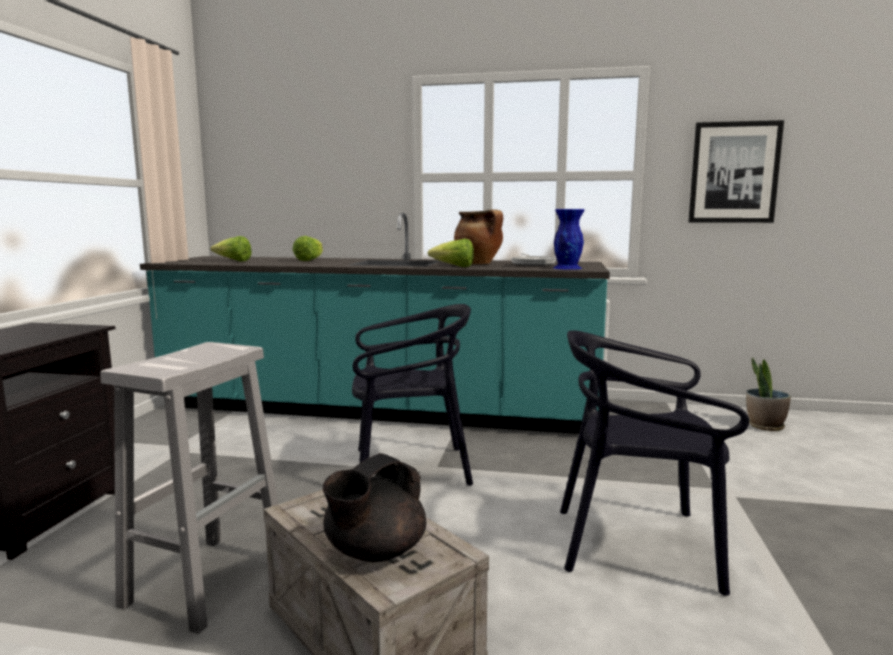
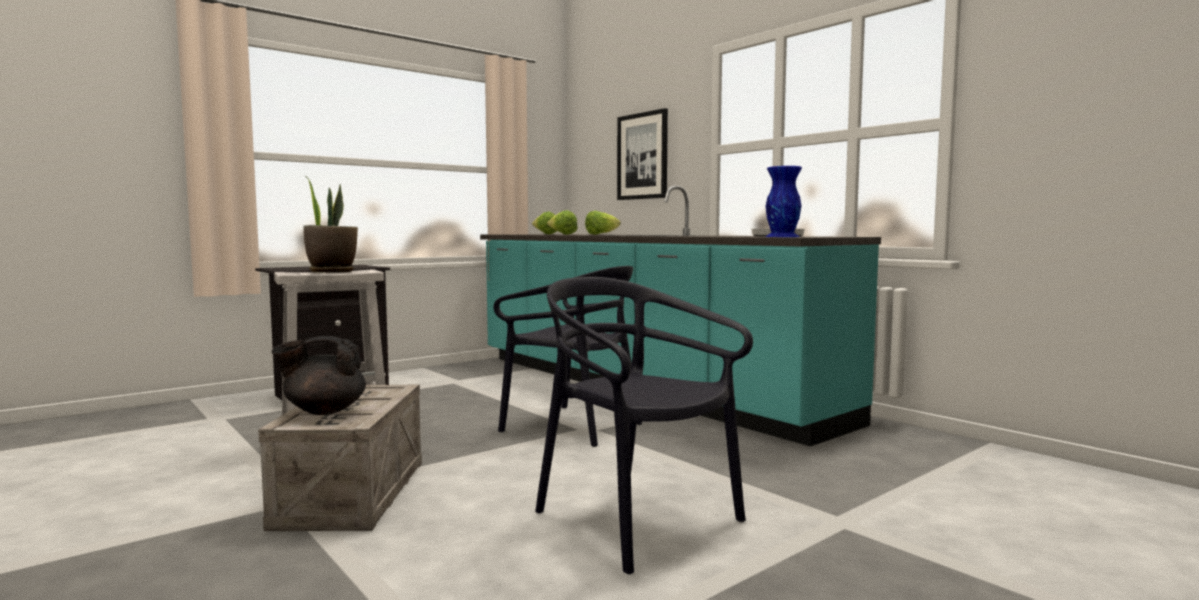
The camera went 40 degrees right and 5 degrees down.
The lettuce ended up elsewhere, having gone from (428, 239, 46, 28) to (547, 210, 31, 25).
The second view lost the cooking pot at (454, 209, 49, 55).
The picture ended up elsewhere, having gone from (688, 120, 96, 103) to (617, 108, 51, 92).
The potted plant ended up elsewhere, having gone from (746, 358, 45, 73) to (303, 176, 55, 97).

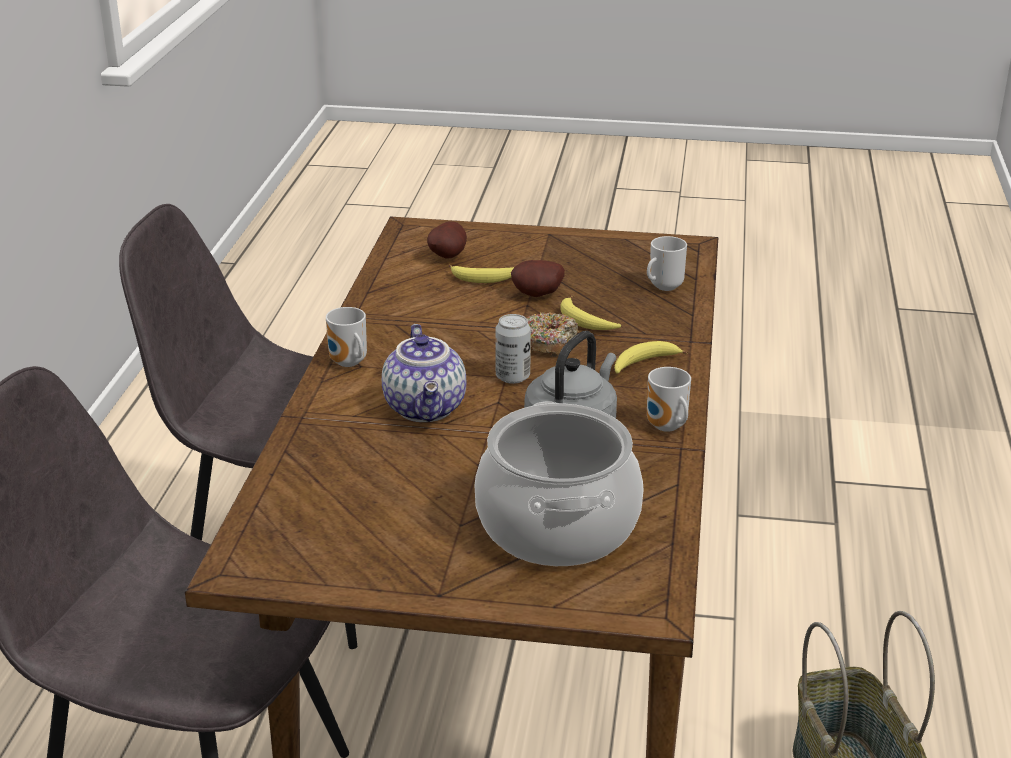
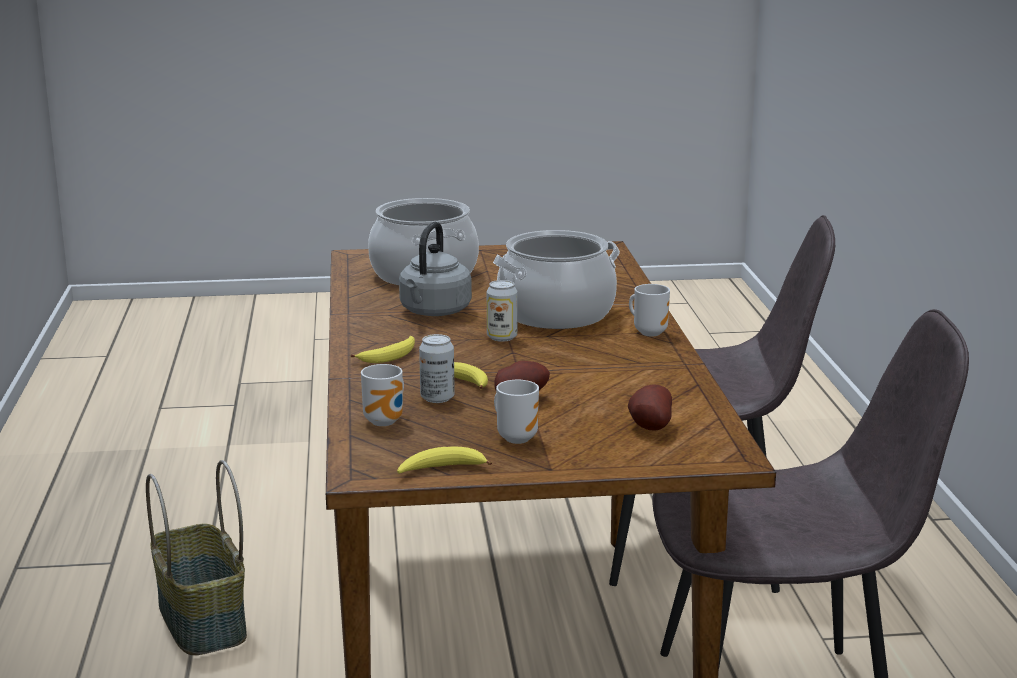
The camera went 165 degrees right and 10 degrees down.
Where the teapot stood at (382, 324, 84, 98), the cooking pot came to stand at (493, 230, 127, 99).
The banana ended up elsewhere, having gone from (449, 265, 65, 18) to (397, 446, 95, 28).
The second view lost the donut at (527, 312, 51, 45).
The mug ended up elsewhere, having gone from (647, 367, 44, 65) to (494, 380, 45, 64).
The second view gained the can at (419, 334, 35, 69).

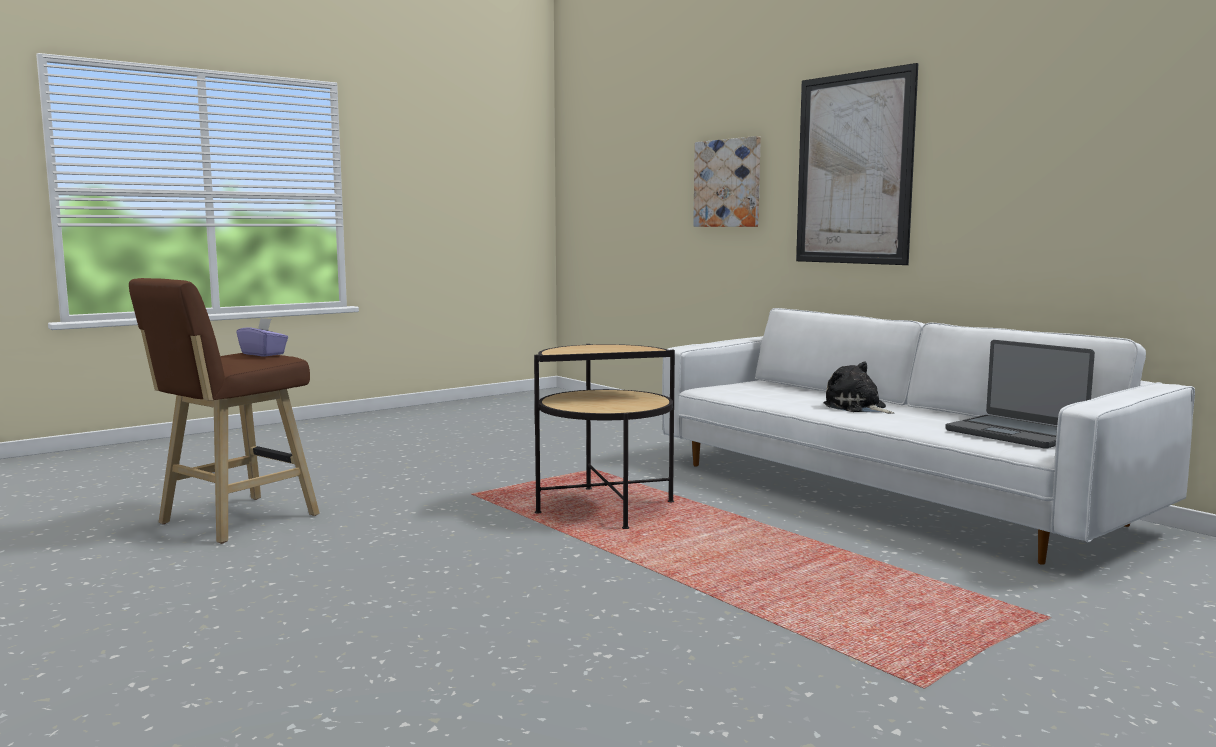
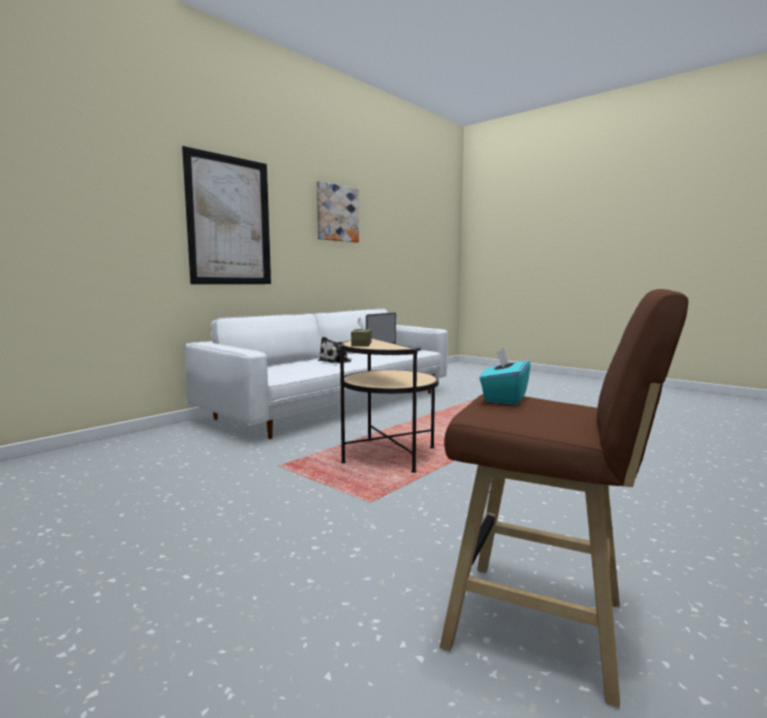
The camera went 100 degrees left and 0 degrees up.
What was the purple tissue box at (236, 318, 52, 38) turned into the turquoise tissue box at (480, 347, 51, 58).
The picture ended up elsewhere, having gone from (693, 136, 68, 91) to (317, 181, 42, 62).
The second view gained the brown tissue box at (351, 317, 21, 30).

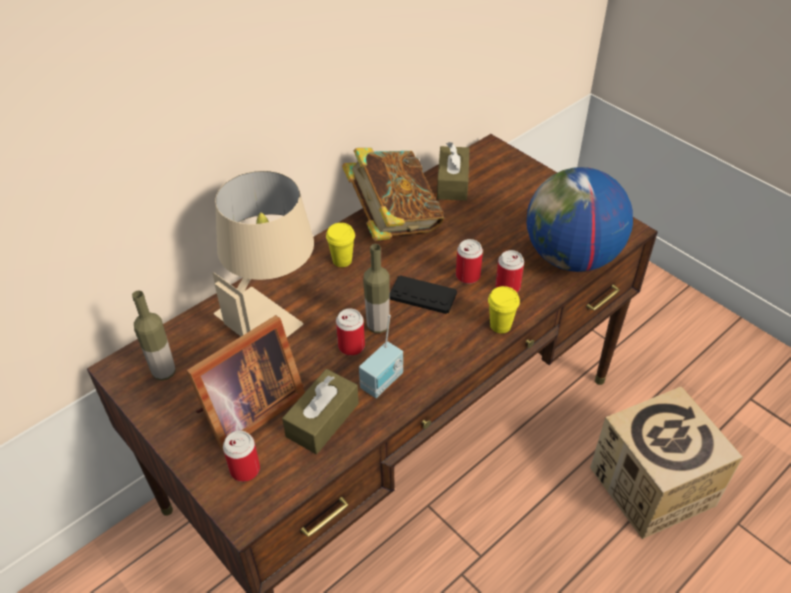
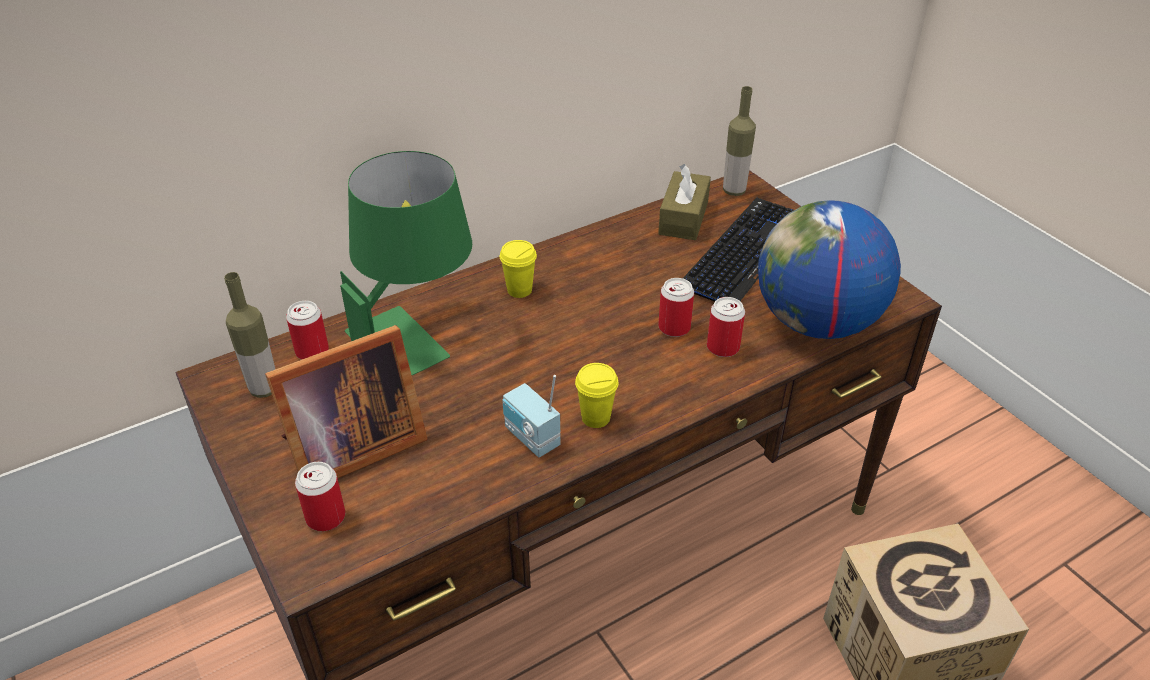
The camera went 10 degrees right and 5 degrees down.
What was the beige table lamp at (213, 171, 101, 166) turned into the green table lamp at (340, 151, 132, 224).
The second view lost the brown tissue box at (282, 369, 77, 85).
The can ended up elsewhere, having gone from (336, 308, 29, 48) to (286, 301, 43, 59).
The second view lost the book at (342, 148, 102, 93).
The radio at (359, 315, 44, 83) ended up facing another way, 90 degrees clockwise from before.
The bottle ended up elsewhere, having gone from (363, 244, 27, 89) to (723, 86, 33, 110).
The second view lost the black game controller at (390, 275, 67, 39).
The yellow cup ended up elsewhere, having gone from (488, 286, 32, 47) to (575, 363, 43, 65).
The second view gained the keyboard at (683, 198, 111, 104).

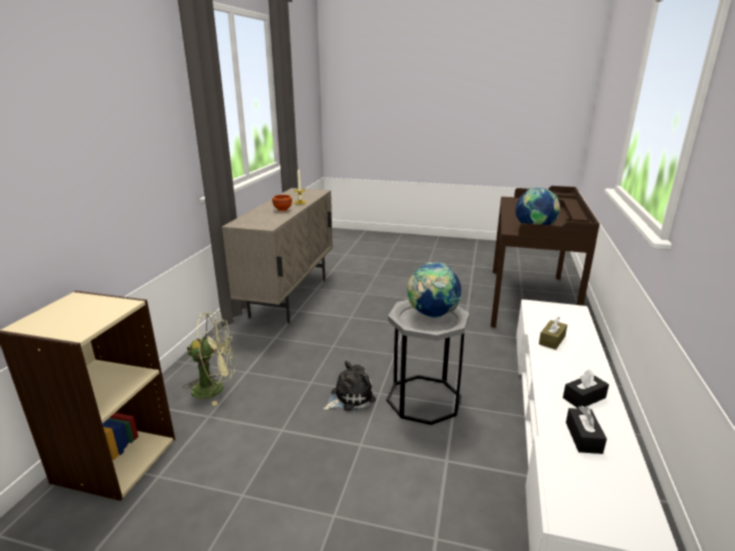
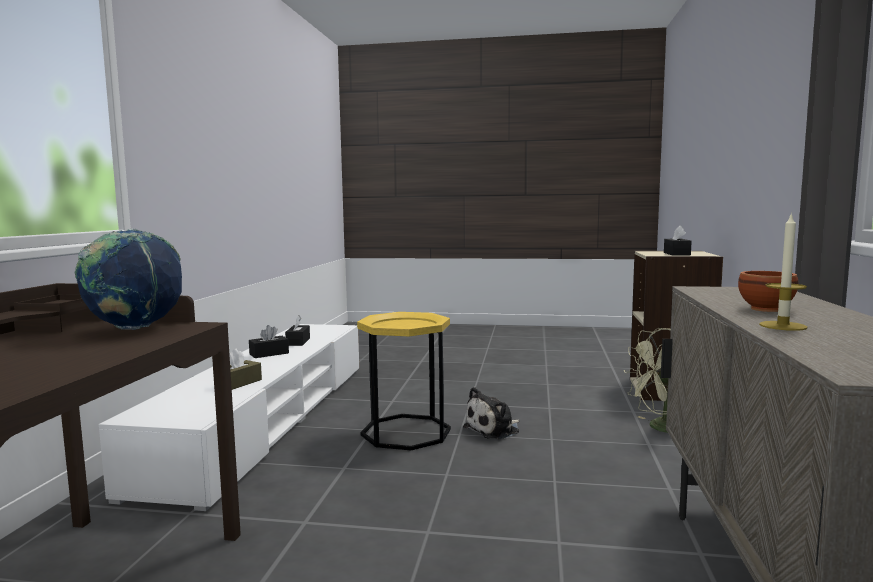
The camera went 175 degrees right and 15 degrees down.
What was the grey side table at (386, 300, 83, 125) turned into the yellow side table at (357, 312, 94, 138).
The second view lost the globe at (407, 262, 54, 56).
The second view gained the black tissue box at (664, 225, 28, 30).

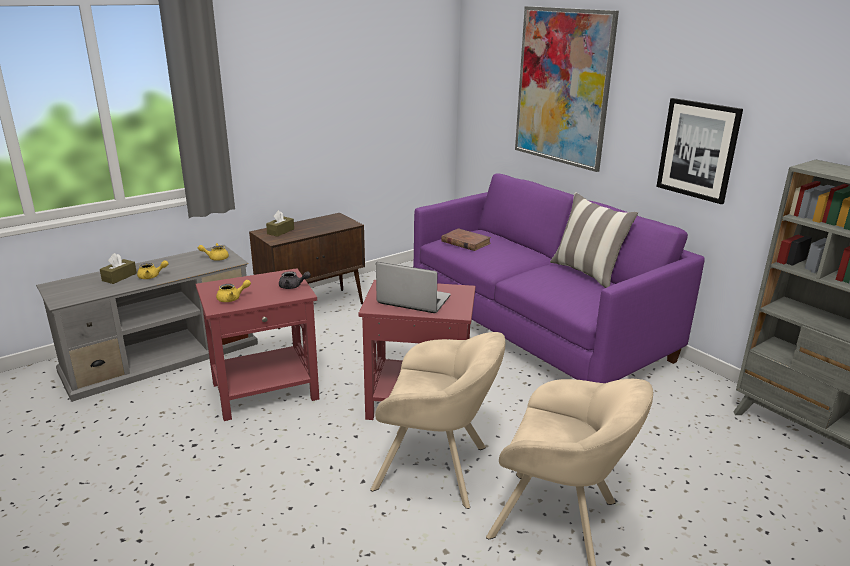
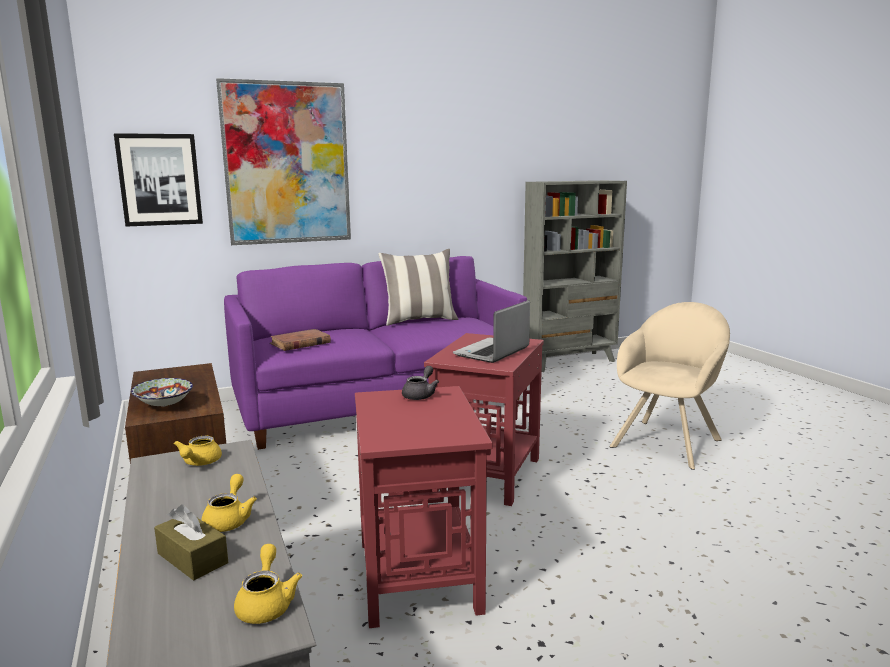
The camera went 75 degrees left and 10 degrees down.
The yellow teapot ended up elsewhere, having gone from (216, 280, 35, 22) to (234, 544, 68, 80).
Where the brown tissue box stood at (266, 210, 28, 27), the bowl came to stand at (131, 378, 62, 29).
The second view lost the beige armchair at (370, 332, 135, 177).
The picture ended up elsewhere, having gone from (656, 98, 87, 106) to (114, 133, 89, 94).

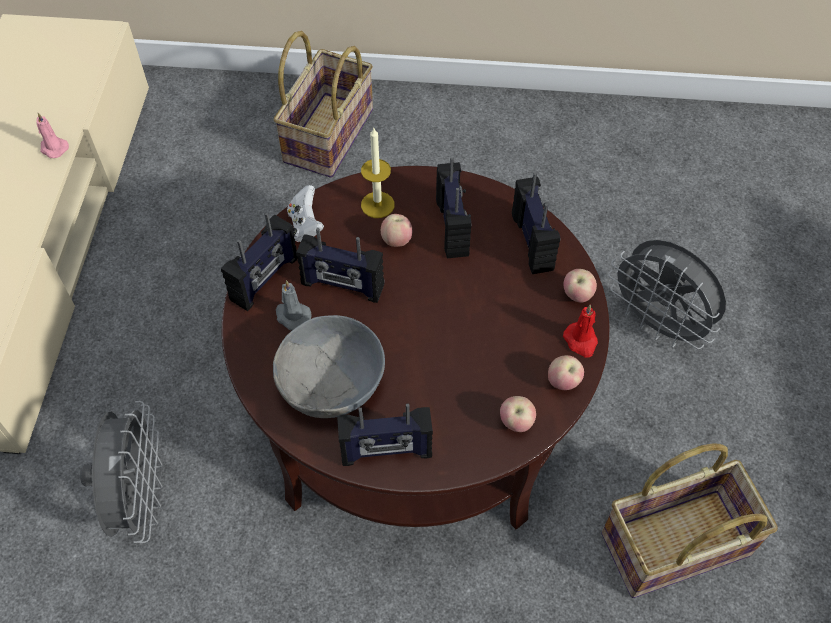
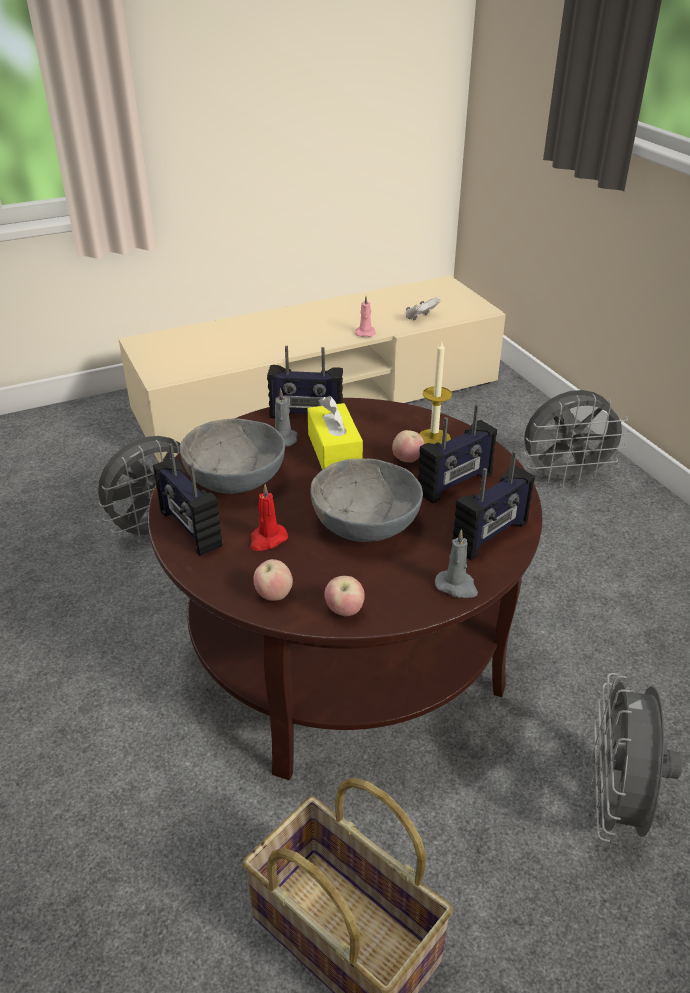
The camera went 60 degrees right and 20 degrees down.
Where the basket stood at (273, 31, 100, 147), the grey fan came to stand at (524, 390, 106, 97).
The white game controller ended up elsewhere, having gone from (287, 185, 37, 57) to (406, 296, 35, 24).
Where the radio stood at (296, 228, 89, 75), the yellow tissue box came to stand at (307, 396, 56, 74).
The red candle ended up elsewhere, having gone from (563, 304, 35, 54) to (250, 484, 38, 67).
Where the apple stood at (564, 269, 33, 34), the grey candle came to stand at (435, 529, 43, 69).
The second view gained the grey bowl at (310, 458, 113, 84).

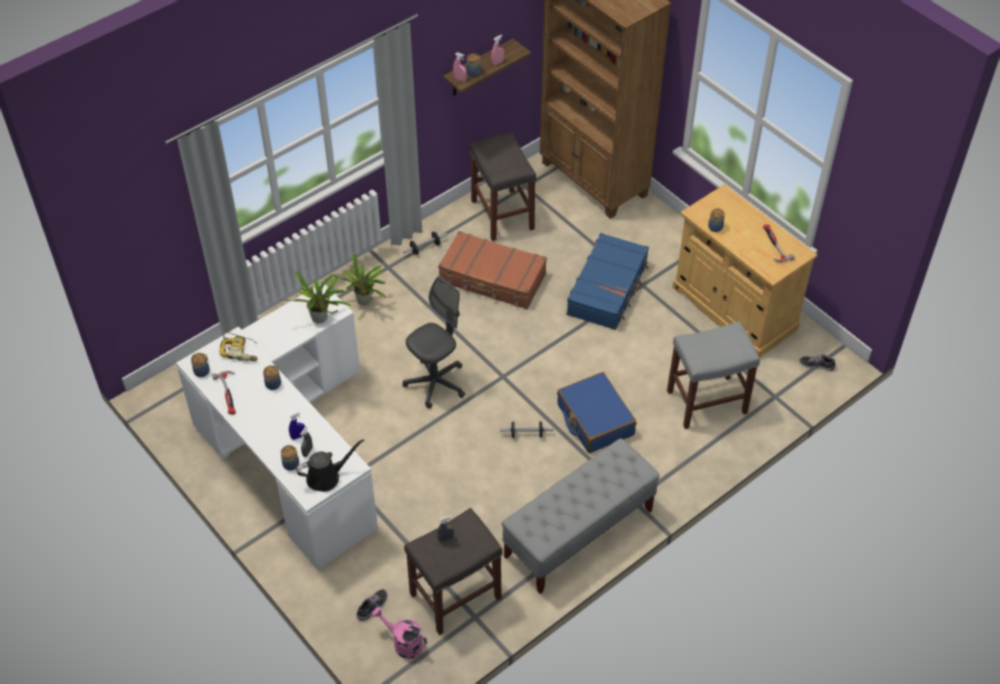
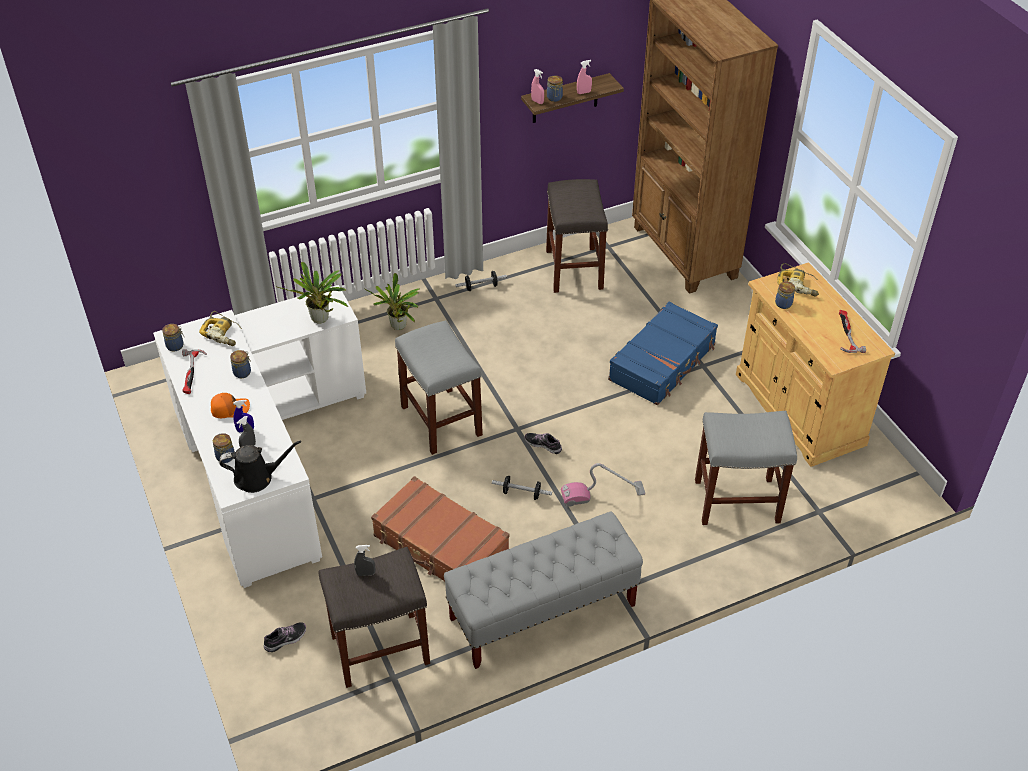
The camera went 15 degrees right and 5 degrees down.
The second view lost the pink watering can at (372, 607, 55, 52).
Where the grey office chair stood at (403, 276, 62, 133), the grey stool came to stand at (395, 320, 88, 135).
The brown suitcase ended up elsewhere, having gone from (438, 231, 109, 78) to (371, 476, 138, 105).
Where the blue suitcase stood at (557, 372, 79, 81), the vacuum cleaner came to stand at (561, 463, 84, 44).
The shoe ended up elsewhere, having gone from (799, 355, 36, 16) to (525, 433, 37, 21).
The second view gained the orange cap at (211, 393, 39, 25).
The second view gained the power drill at (777, 263, 42, 33).

